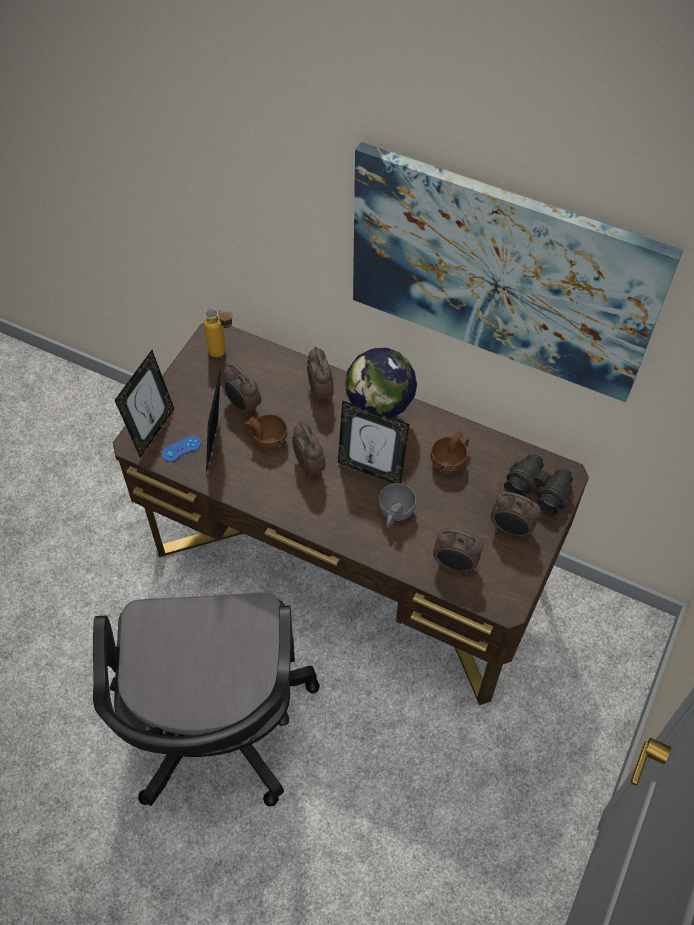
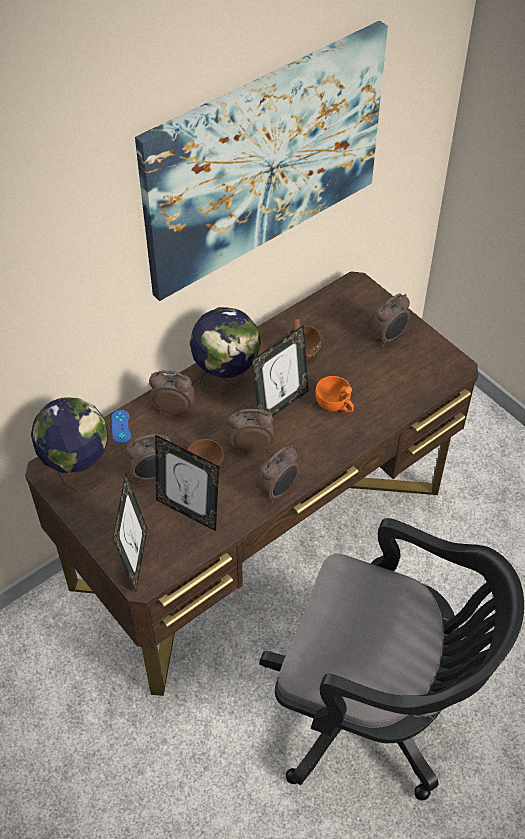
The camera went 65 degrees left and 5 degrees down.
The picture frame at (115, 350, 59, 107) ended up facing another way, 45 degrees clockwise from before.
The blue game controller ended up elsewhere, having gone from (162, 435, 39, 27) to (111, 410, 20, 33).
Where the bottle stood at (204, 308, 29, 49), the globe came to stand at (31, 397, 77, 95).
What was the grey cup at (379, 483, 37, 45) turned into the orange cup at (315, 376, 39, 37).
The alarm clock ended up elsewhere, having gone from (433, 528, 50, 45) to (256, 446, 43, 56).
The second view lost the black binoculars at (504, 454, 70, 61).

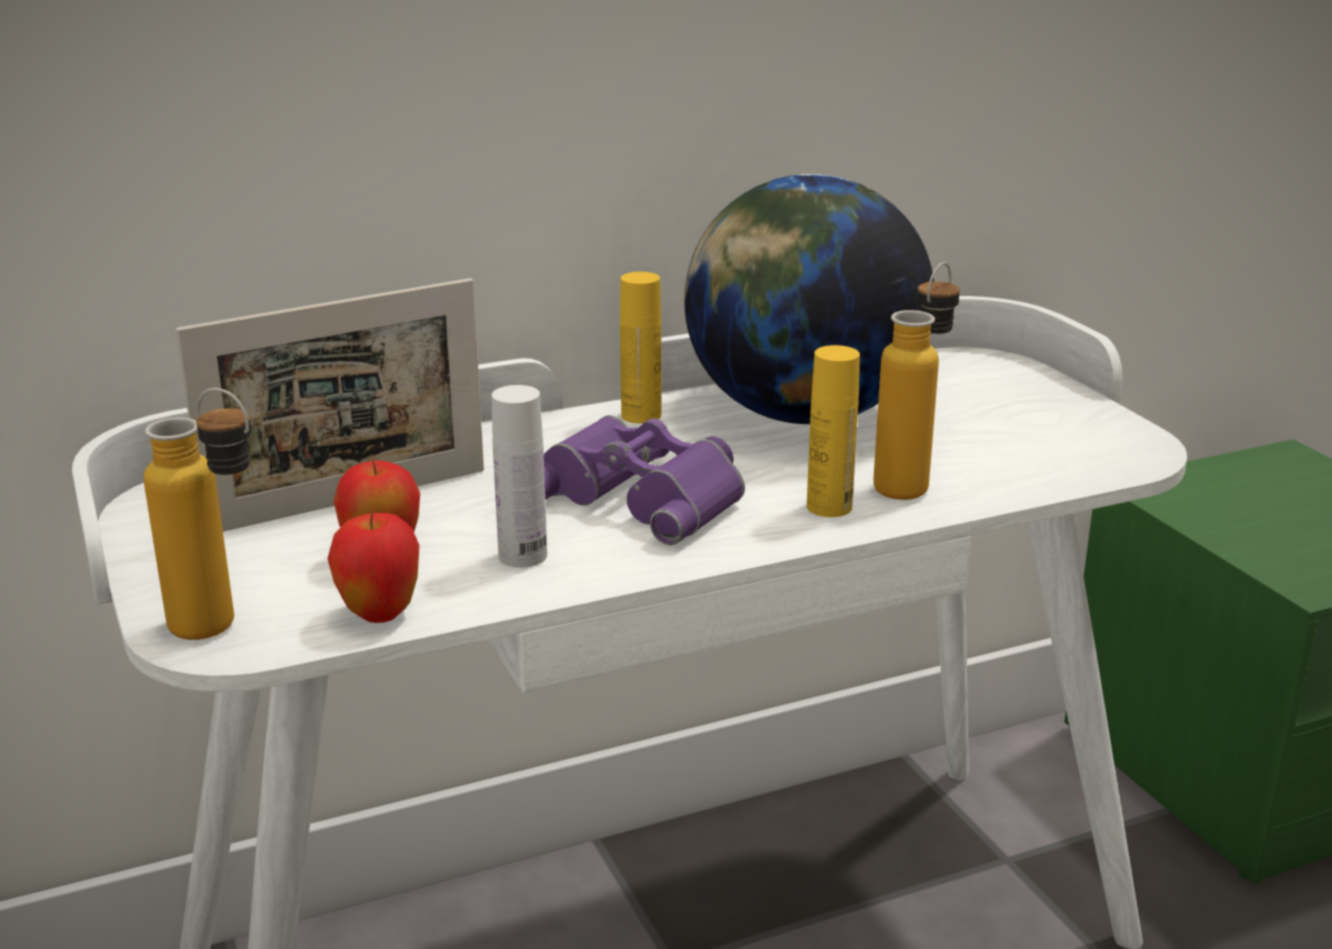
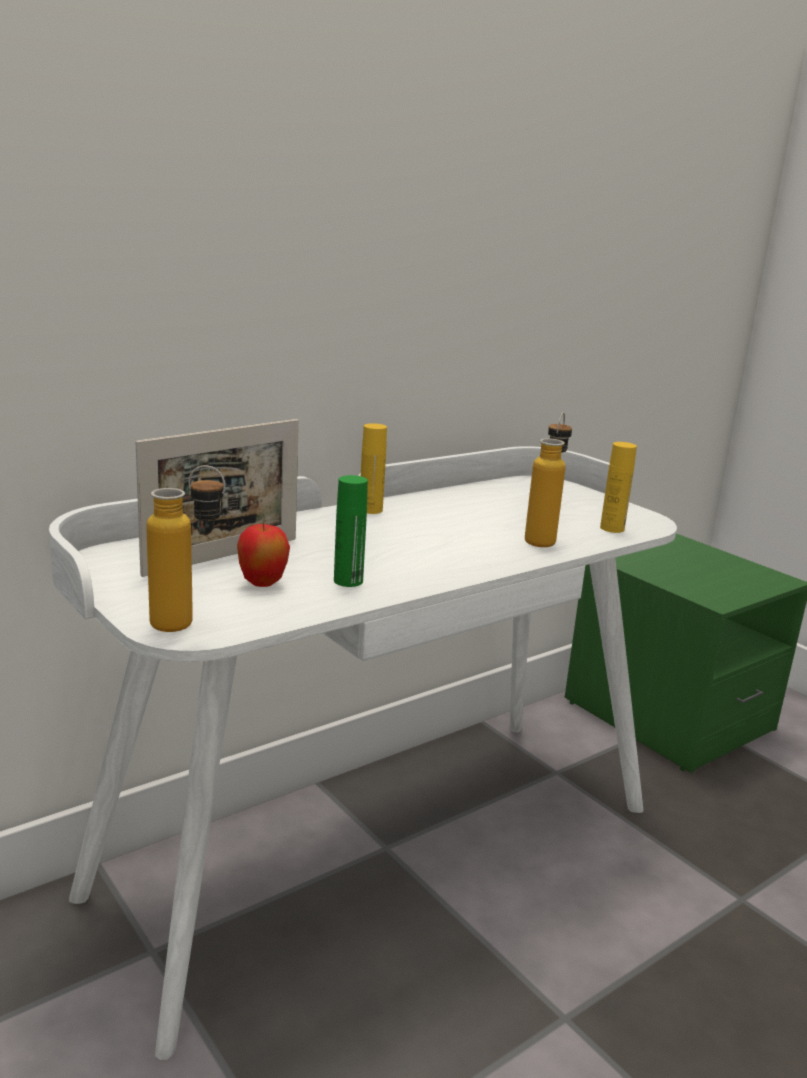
The camera went 15 degrees left and 5 degrees down.
The second view lost the apple at (328, 512, 91, 111).
What was the white bottle at (491, 385, 56, 183) turned into the green bottle at (334, 475, 34, 112).
The second view lost the purple binoculars at (544, 415, 201, 130).
The second view lost the globe at (684, 174, 250, 250).
The yellow bottle ended up elsewhere, having gone from (807, 345, 53, 172) to (600, 442, 37, 91).

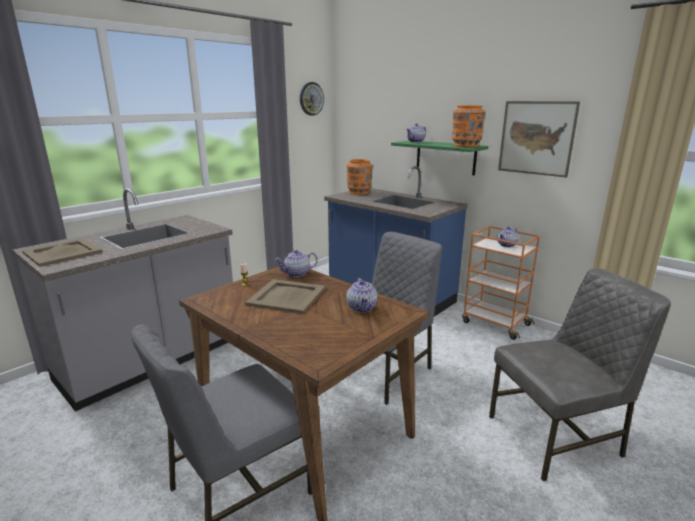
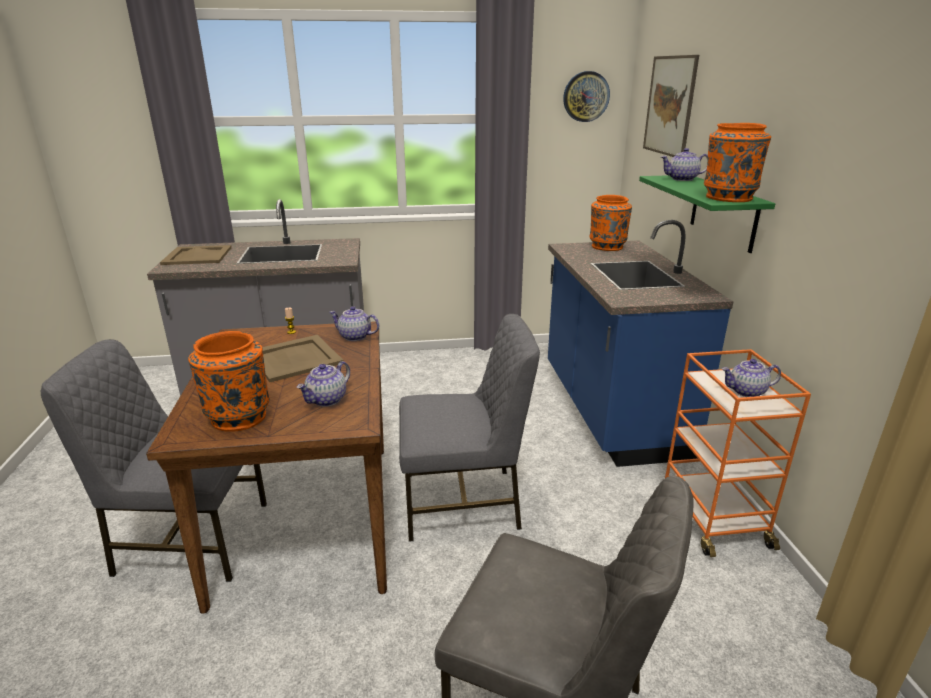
The camera went 40 degrees right and 5 degrees up.
The picture ended up elsewhere, having gone from (498, 101, 82, 77) to (643, 55, 56, 102).
The second view gained the orange vase at (188, 331, 82, 101).

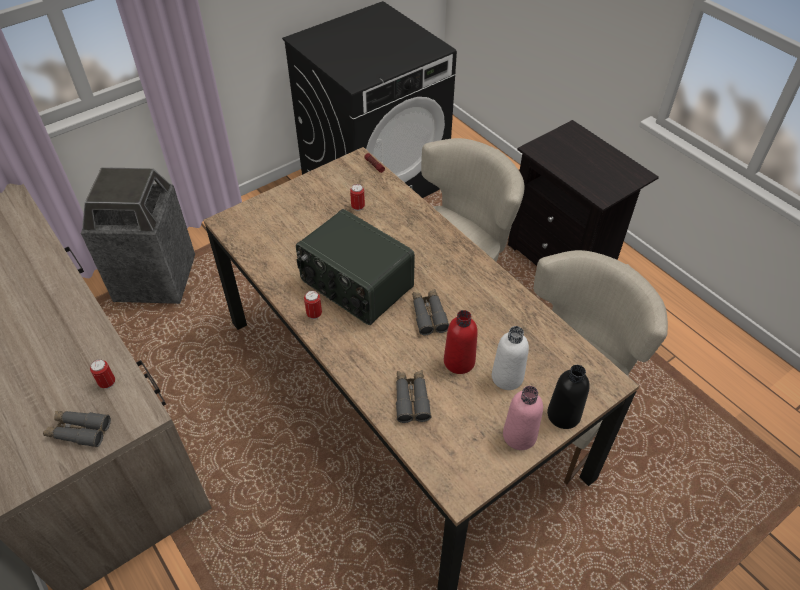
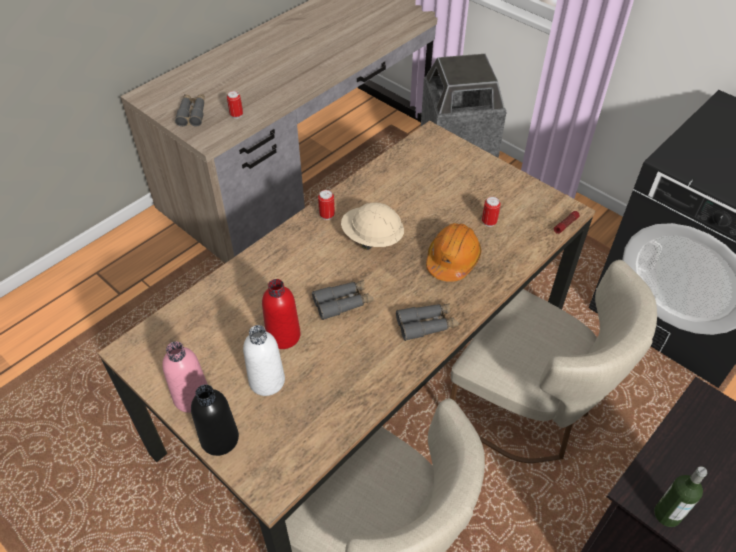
The camera went 80 degrees right and 0 degrees up.
Where the radio stood at (296, 209, 119, 116), the beige hard hat came to stand at (341, 202, 63, 48).
The grey binoculars ended up elsewhere, having gone from (396, 370, 35, 53) to (396, 303, 63, 38).
The second view gained the orange hard hat at (426, 223, 55, 59).
The second view gained the bottle at (654, 466, 53, 61).

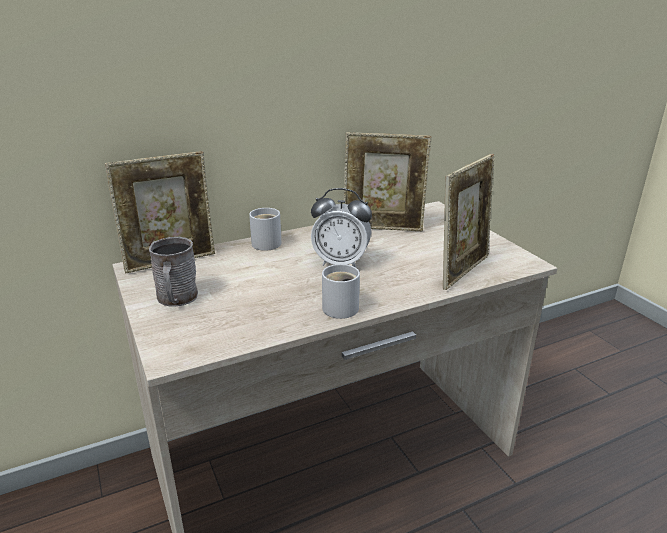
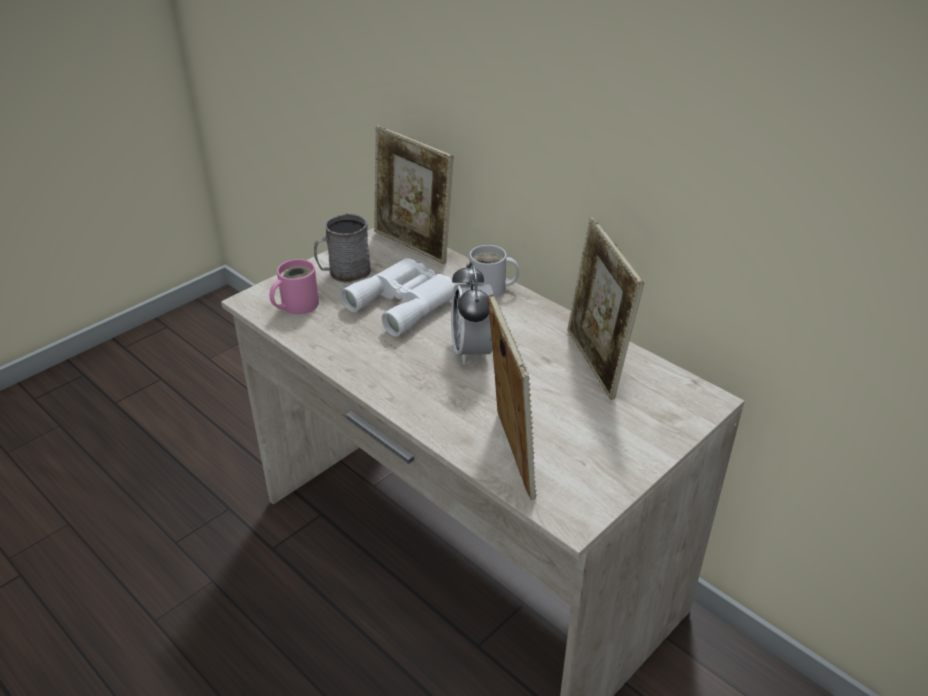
The camera went 70 degrees right and 10 degrees up.
The second view lost the white mug at (322, 264, 38, 55).
The picture frame at (443, 154, 52, 136) ended up facing another way, 120 degrees counterclockwise from before.
The second view gained the pink mug at (269, 259, 50, 55).
The second view gained the white binoculars at (340, 259, 115, 77).

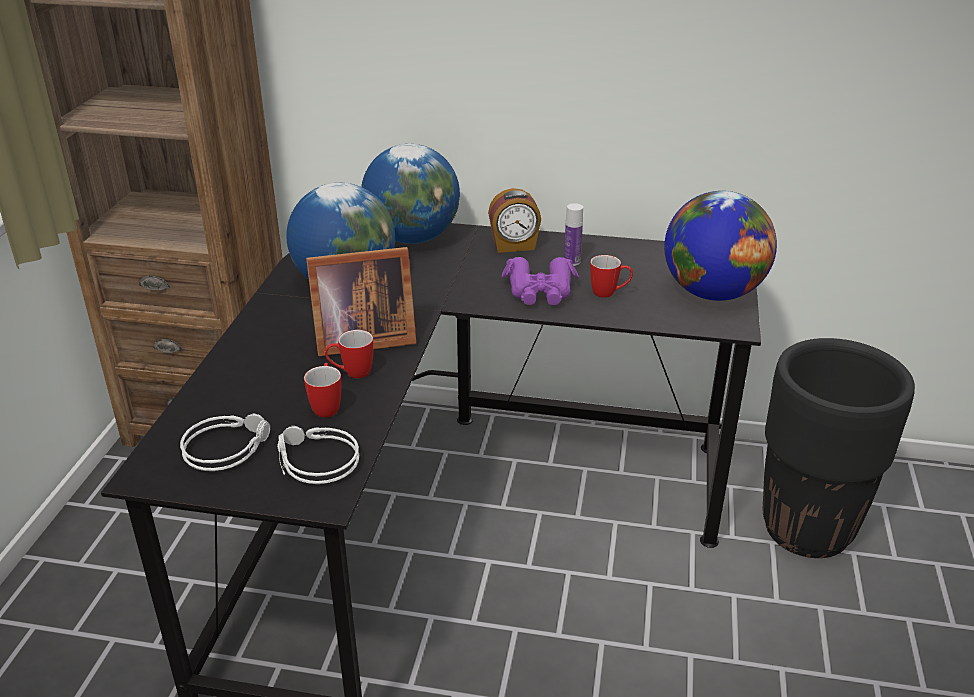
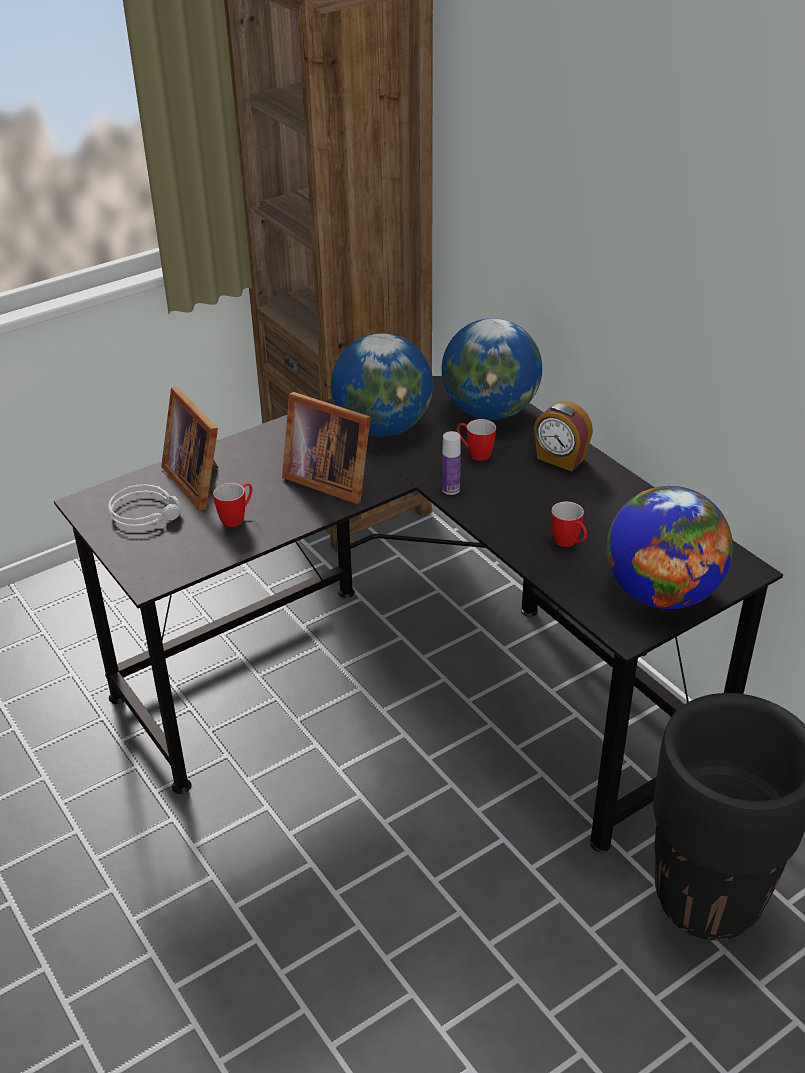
The camera went 45 degrees right and 5 degrees up.
The second view lost the grey headphones at (277, 426, 82, 58).
The mug ended up elsewhere, having gone from (325, 330, 48, 48) to (457, 419, 39, 42).
The second view lost the purple binoculars at (502, 257, 77, 48).
The bottle ended up elsewhere, having gone from (564, 203, 19, 63) to (442, 431, 19, 64).
The second view gained the picture frame at (161, 387, 58, 124).

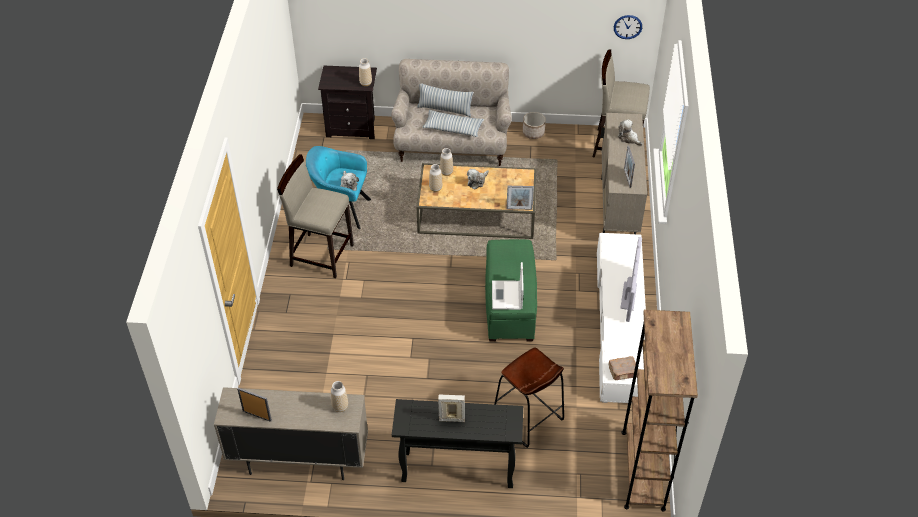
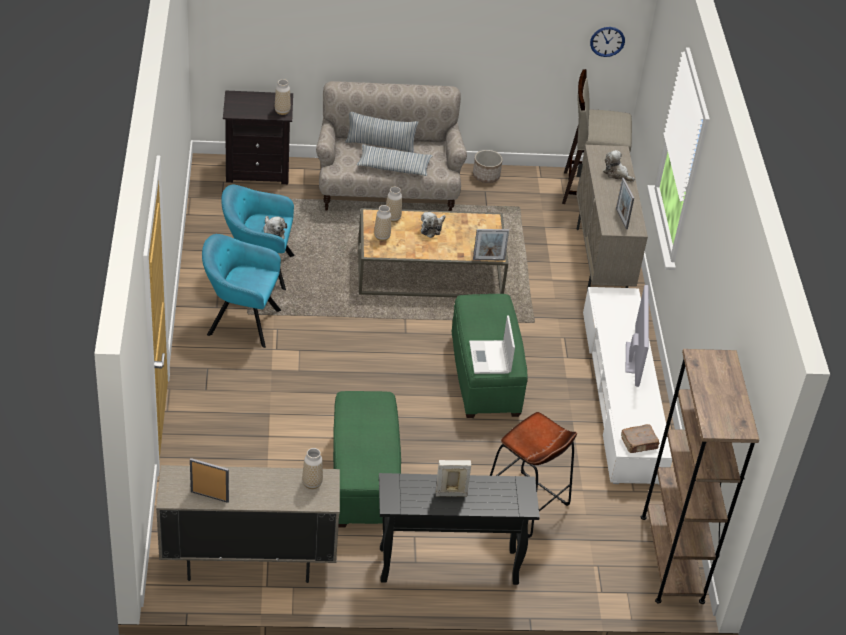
The camera went 10 degrees left and 5 degrees down.
Where the beige stool stood at (277, 154, 77, 124), the turquoise armchair came to stand at (202, 234, 79, 114).
The second view gained the green ottoman at (333, 391, 68, 136).

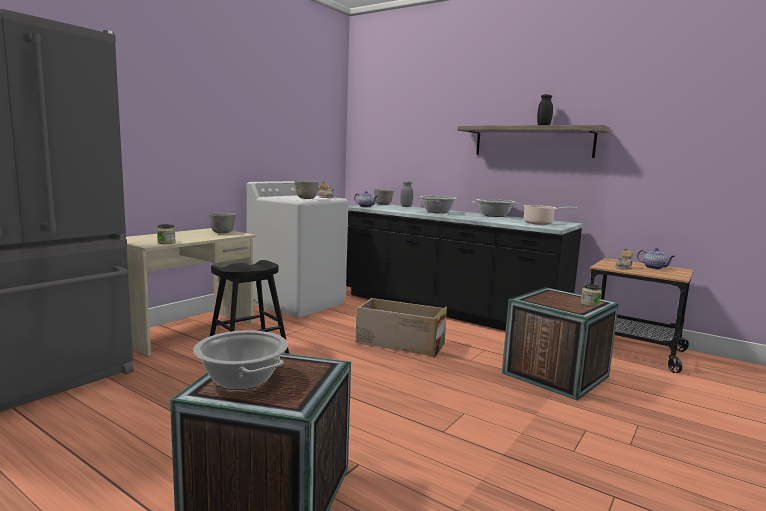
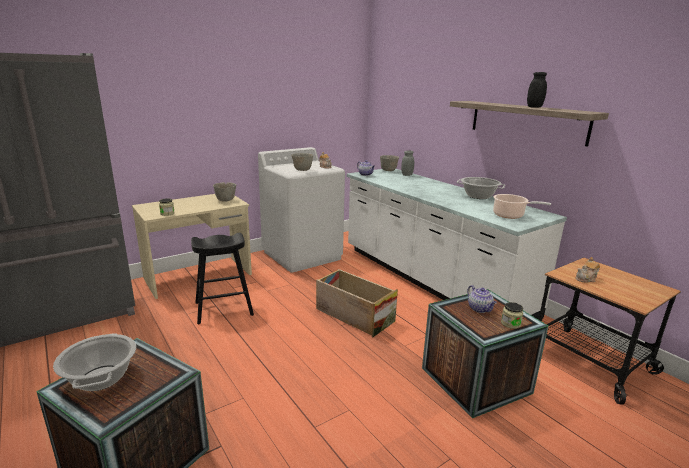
The camera went 20 degrees right and 10 degrees up.
What was the black counter at (346, 204, 237, 127) turned into the white counter at (347, 169, 220, 150).
The second view lost the cooking pot at (420, 196, 37, 17).
The teapot ended up elsewhere, having gone from (637, 248, 38, 21) to (467, 285, 30, 28).

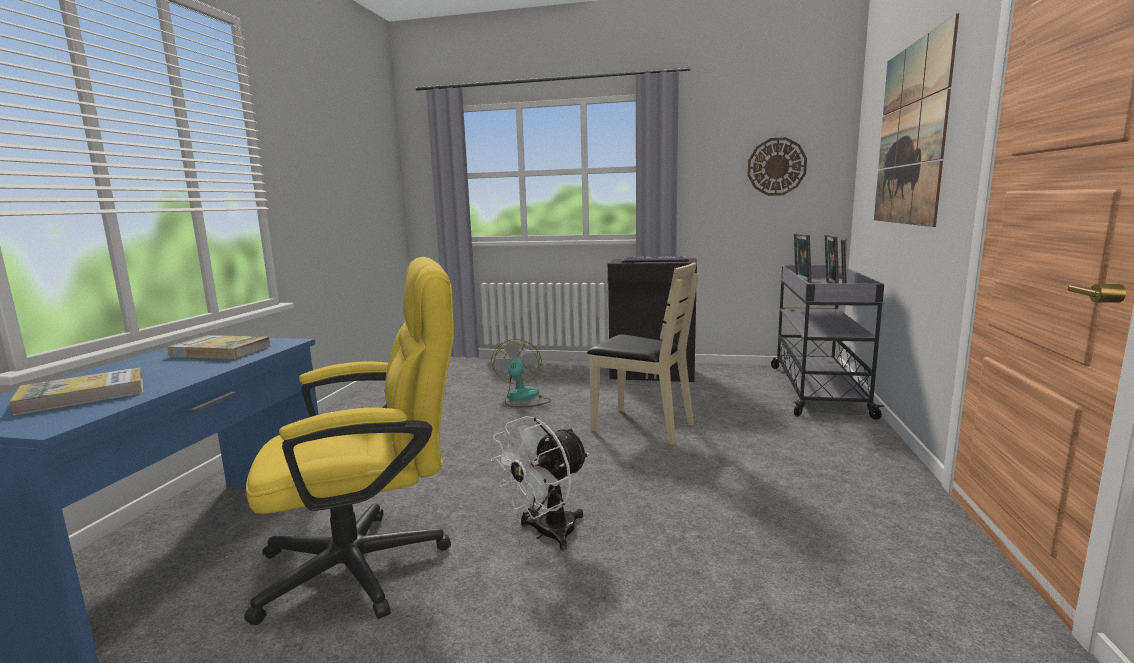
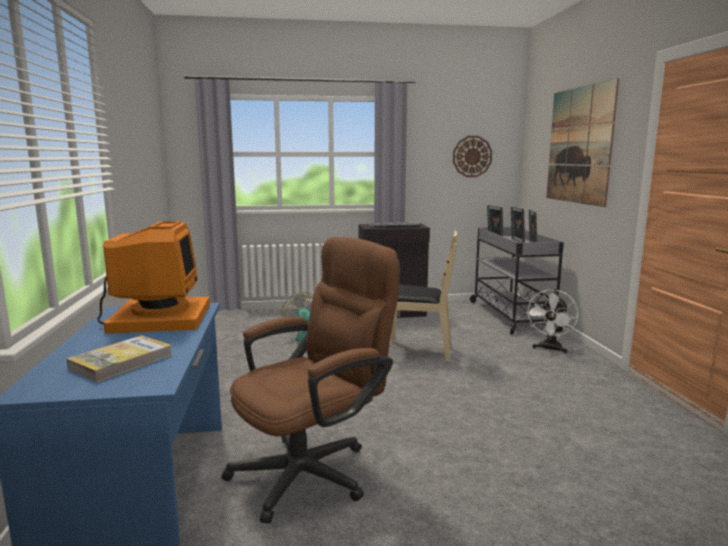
The camera went 20 degrees left and 0 degrees up.
Where the book stood at (168, 335, 103, 24), the monitor came to stand at (97, 221, 113, 113).
What was the yellow office chair at (244, 257, 210, 368) turned into the brown office chair at (221, 237, 179, 287).
The white fan ended up elsewhere, having gone from (491, 416, 98, 134) to (526, 289, 52, 64).

